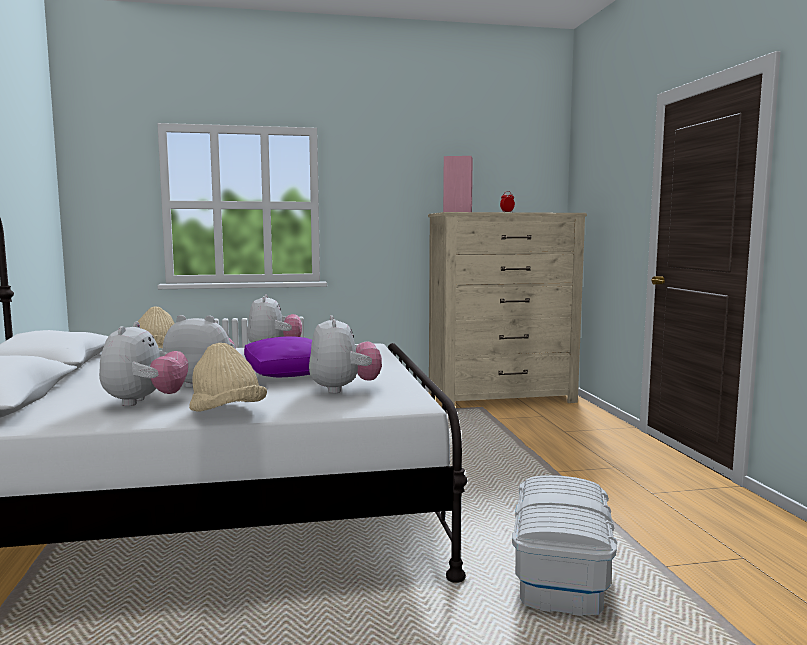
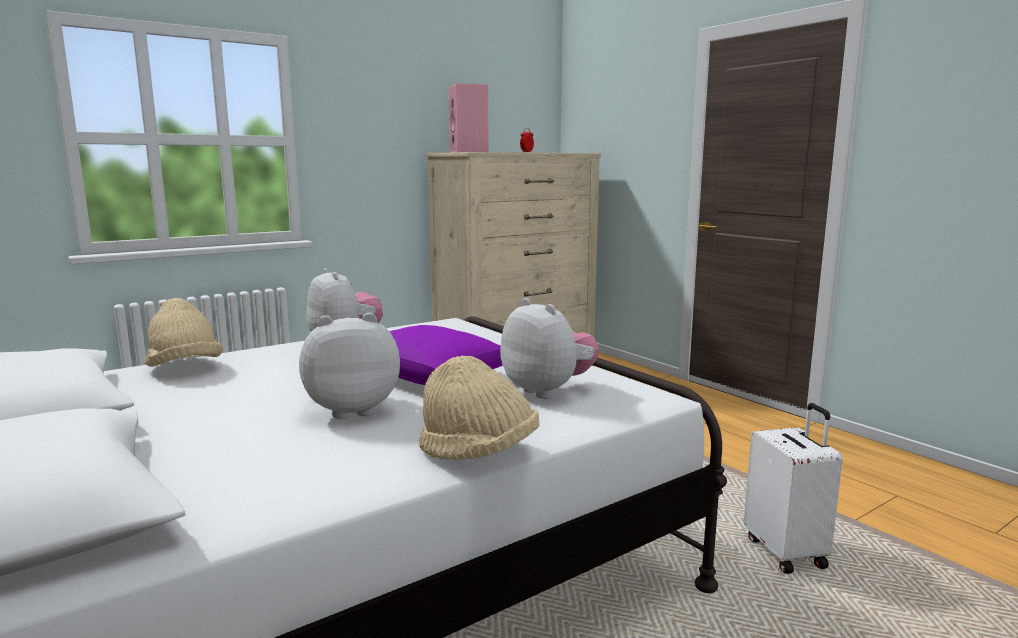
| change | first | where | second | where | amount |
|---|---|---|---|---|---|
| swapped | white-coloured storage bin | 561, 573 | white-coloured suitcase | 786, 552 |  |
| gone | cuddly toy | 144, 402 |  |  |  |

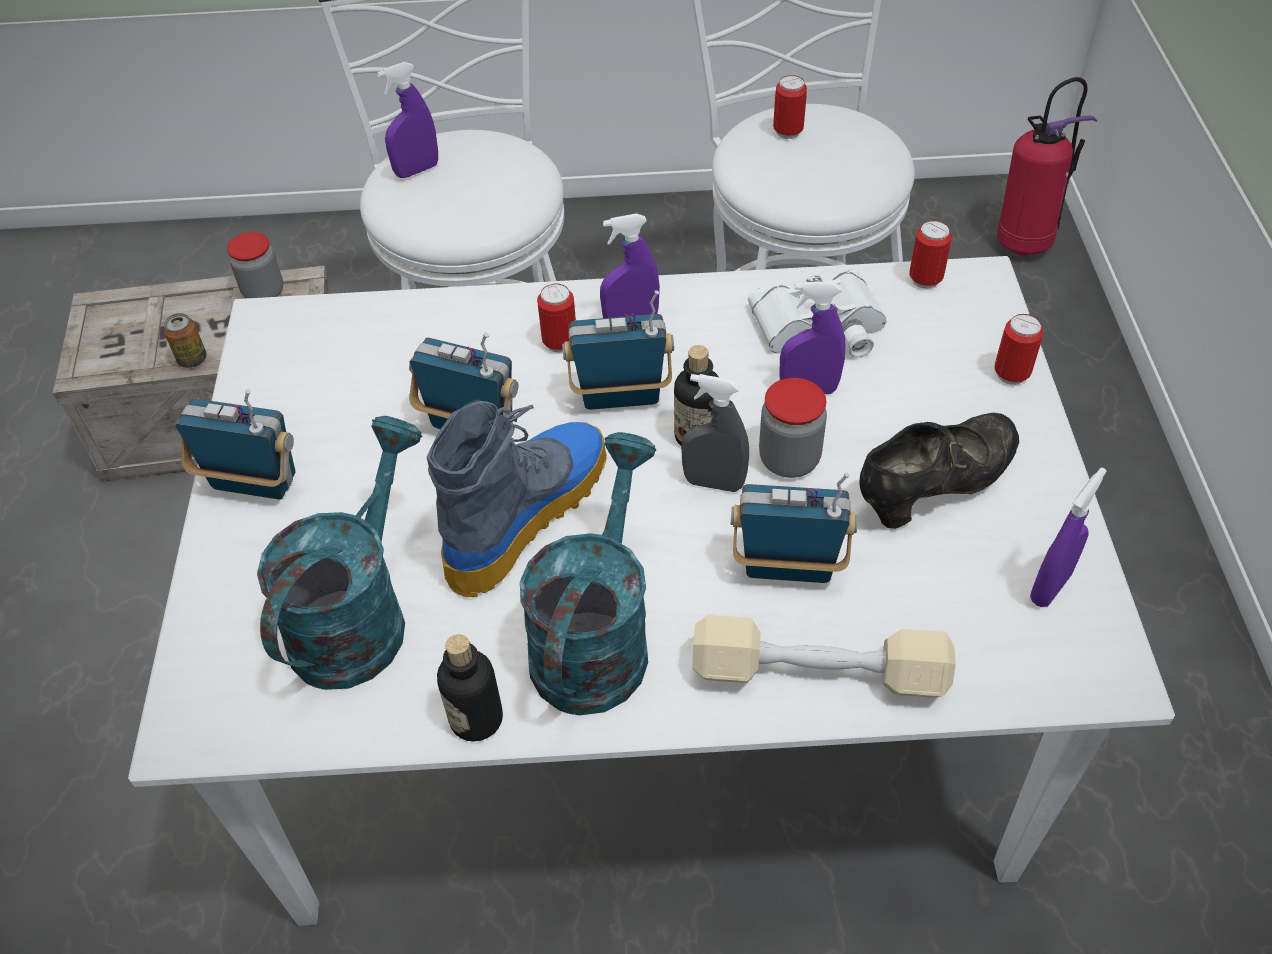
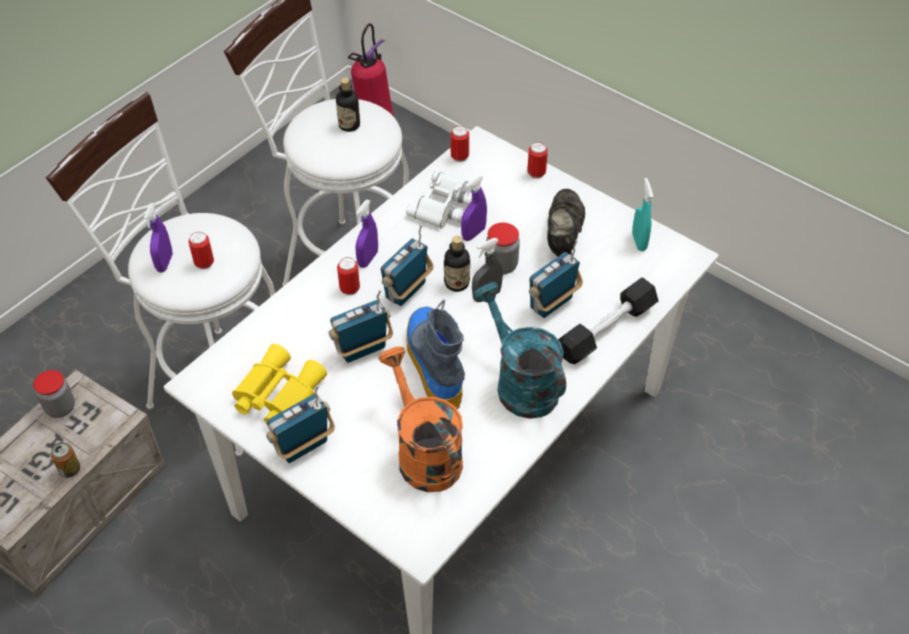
| change | first | where | second | where | amount |
|---|---|---|---|---|---|
| shifted | can | 788, 132 |  | 204, 263 |  |
| new |  |  | yellow-coloured field glasses | 276, 394 |  |
| shifted | drink bottle | 476, 719 |  | 349, 125 |  |
| repainted | turquoise sprinkling can | 358, 614 | orange-coloured sprinkling can | 423, 452 |  |
| repainted | sand-coloured dumbbell | 819, 673 | black dumbbell | 606, 330 |  |
| repainted | purplish hand sprayer | 1050, 587 | turquoise hand sprayer | 639, 241 |  |

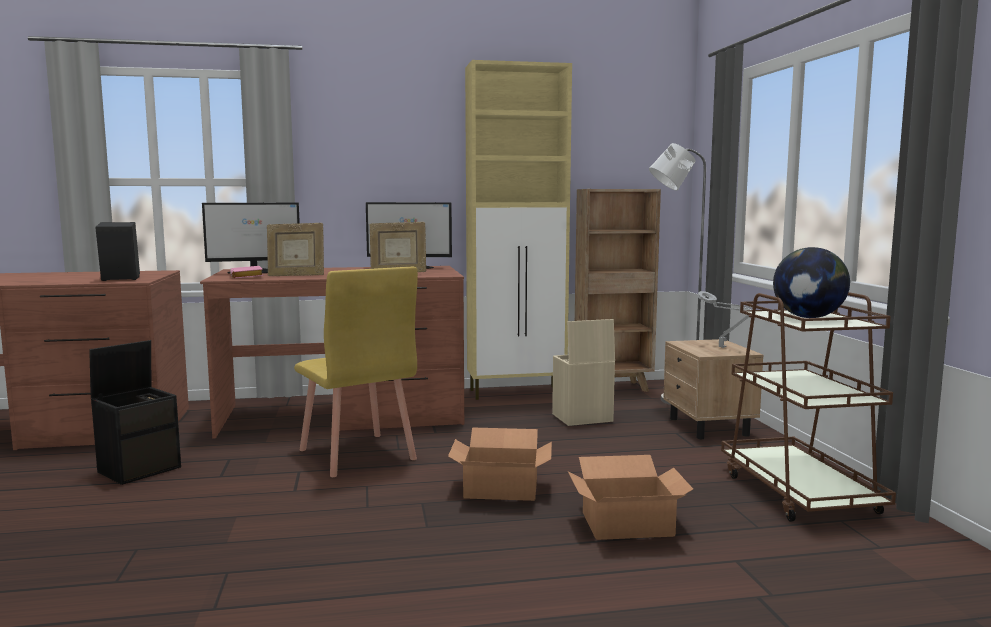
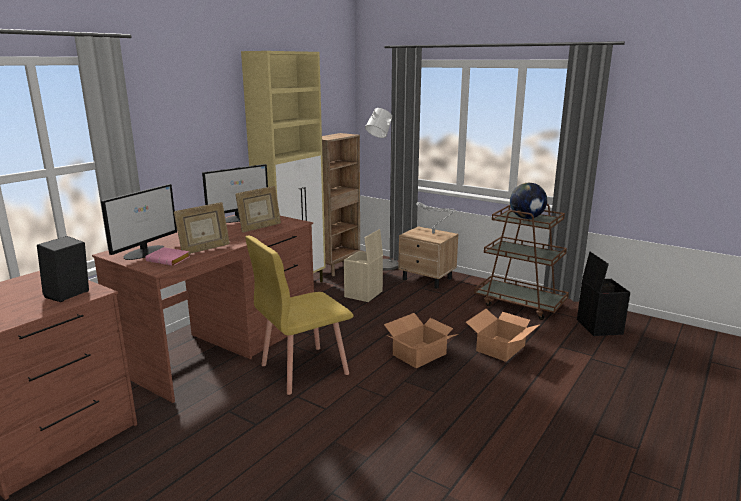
| change | first | where | second | where | amount |
|---|---|---|---|---|---|
| rotated | yellow-coloured plain chair | 356, 455 |  | 303, 369 | 135 degrees clockwise |
| shifted | black storage bin | 140, 469 |  | 598, 326 |  |

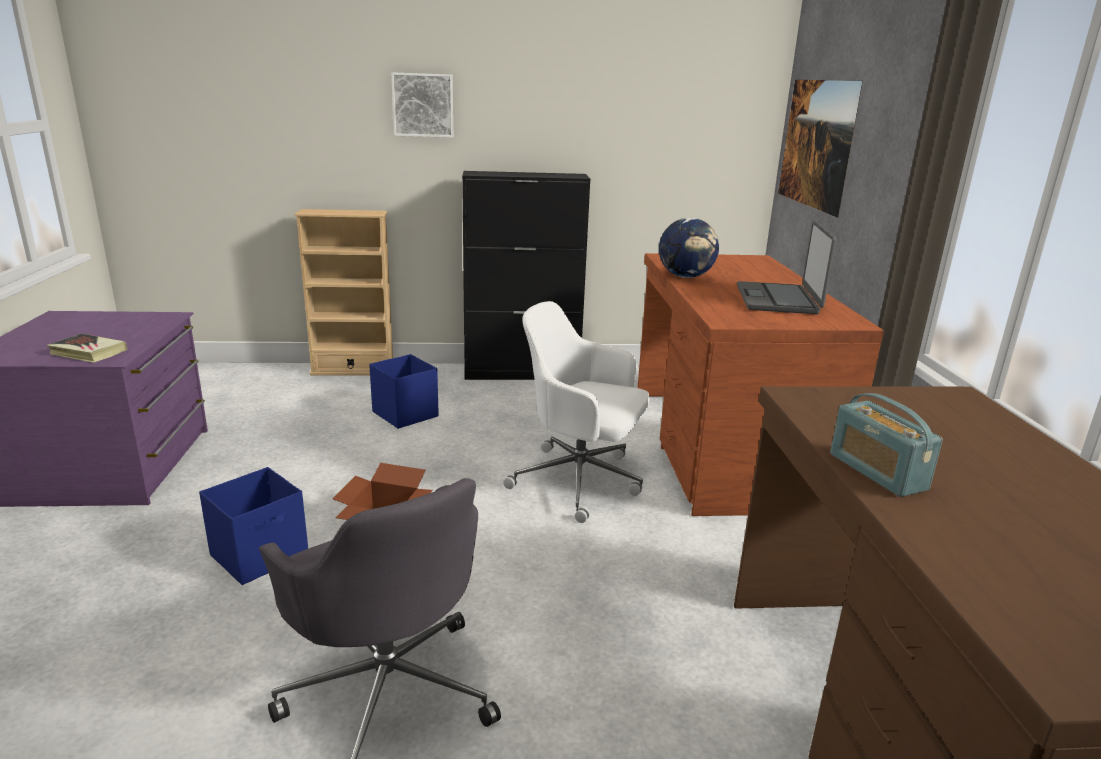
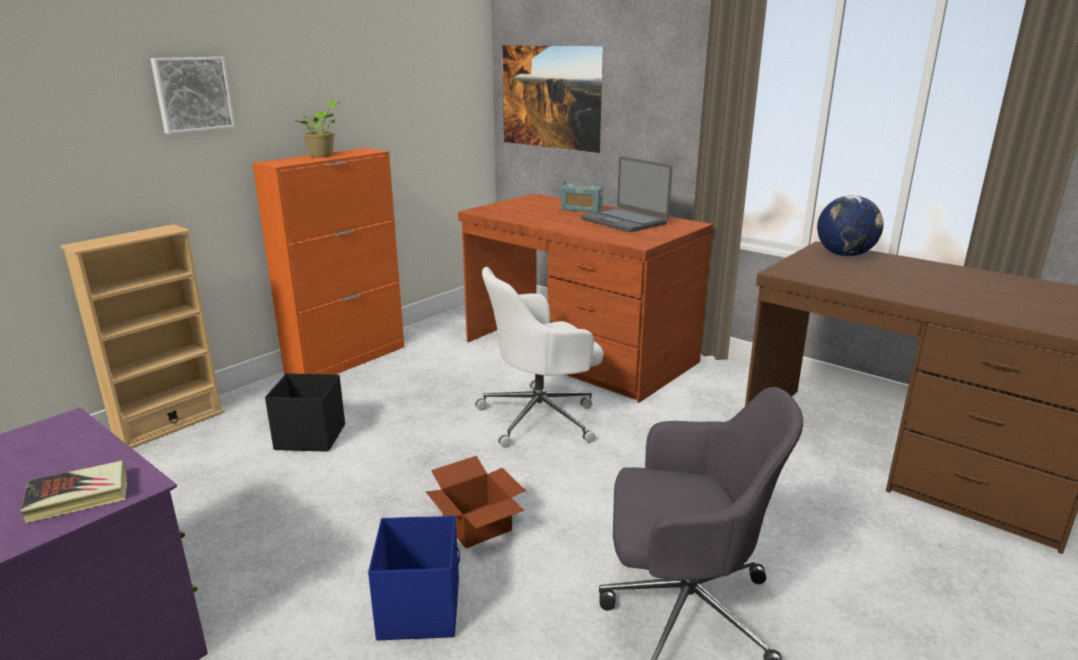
| change | first | where | second | where | amount |
|---|---|---|---|---|---|
| repainted | black storage cabinet | 522, 373 | orange-coloured storage cabinet | 347, 360 |  |
| repainted | blue-coloured storage bin | 405, 414 | black storage bin | 309, 437 |  |
| new |  |  | potted plant | 323, 155 |  |
| shifted | radio receiver | 877, 471 |  | 581, 209 |  |
| shifted | desk globe | 686, 277 |  | 845, 255 |  |

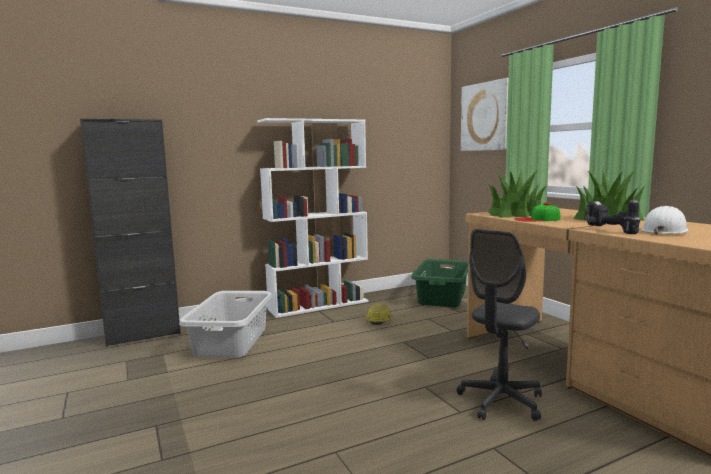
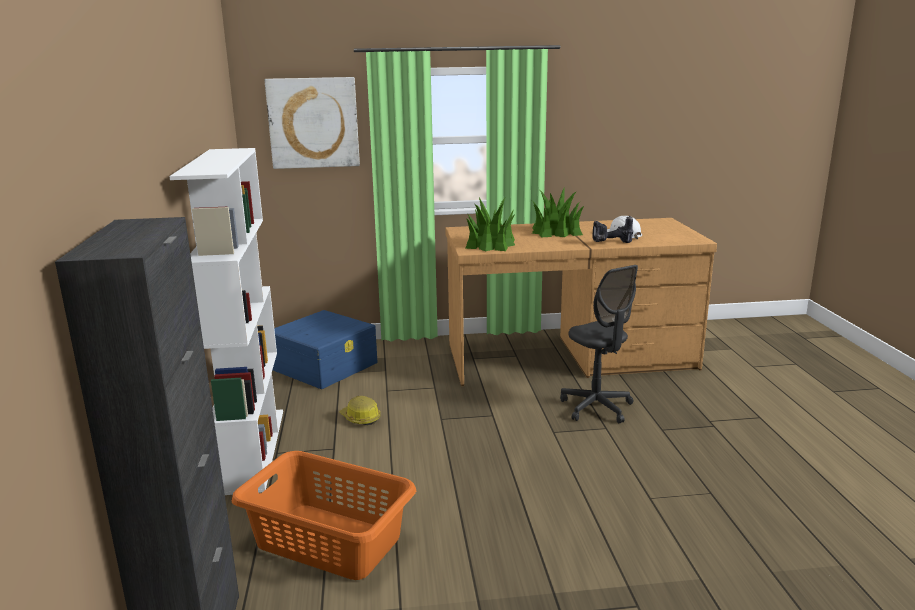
| change | first | where | second | where | amount |
|---|---|---|---|---|---|
| repainted | gray hamper | 232, 341 | orange-coloured hamper | 328, 540 |  |
| swapped | green-coloured hamper | 443, 297 | blue-coloured storage bin | 325, 365 |  |
| gone | baseball cap | 537, 219 |  |  |  |

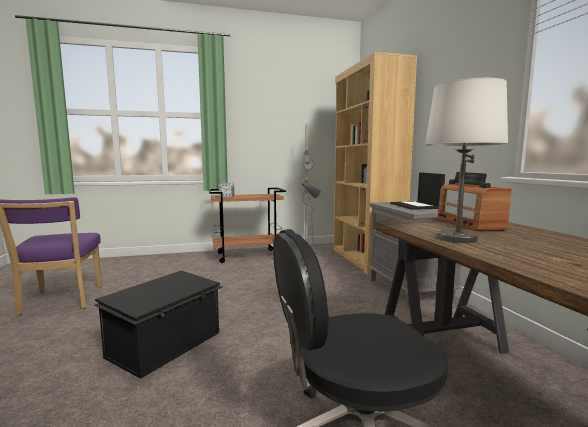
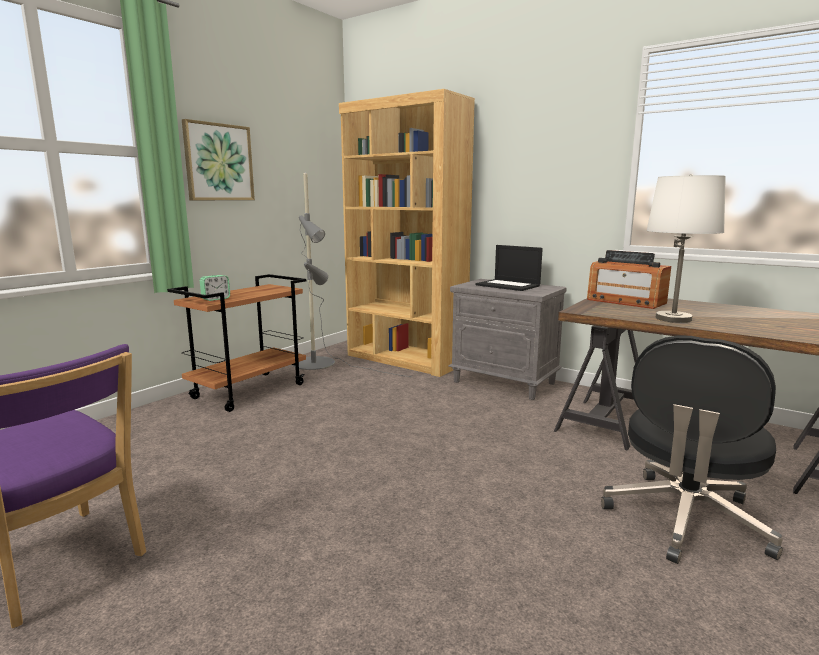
| change | first | where | second | where | amount |
|---|---|---|---|---|---|
| new |  |  | wall art | 218, 162 |  |
| gone | black storage bin | 166, 344 |  |  |  |

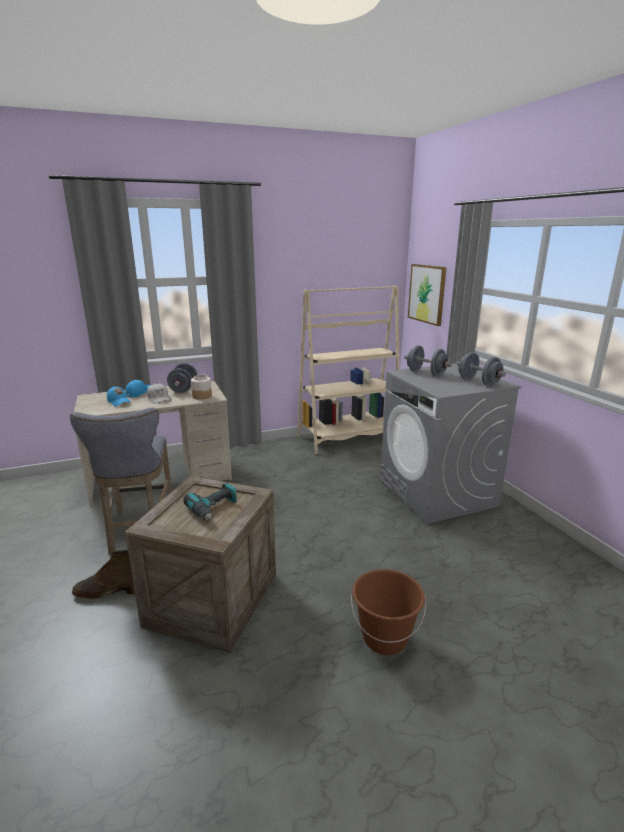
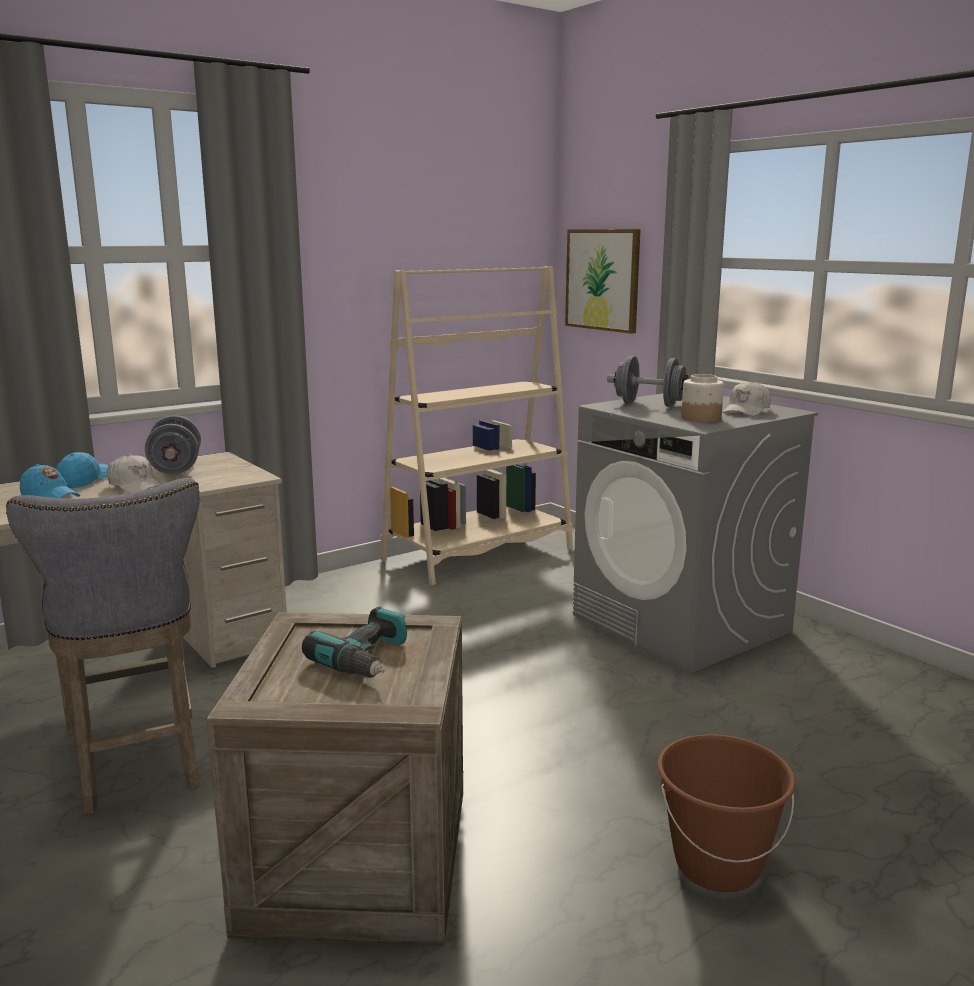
| change | first | where | second | where | amount |
|---|---|---|---|---|---|
| shifted | preserve jar | 201, 396 |  | 700, 418 |  |
| swapped | gray dumbbell | 478, 382 | white-coloured baseball cap | 747, 411 |  |
| gone | brownish high-top boot | 110, 591 |  |  |  |

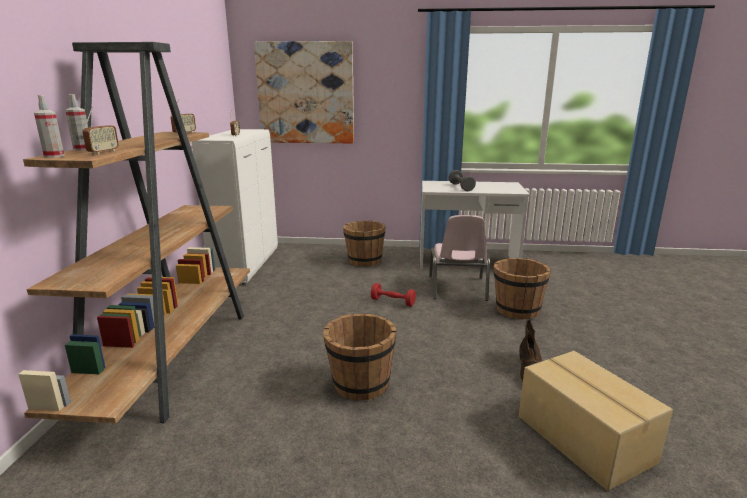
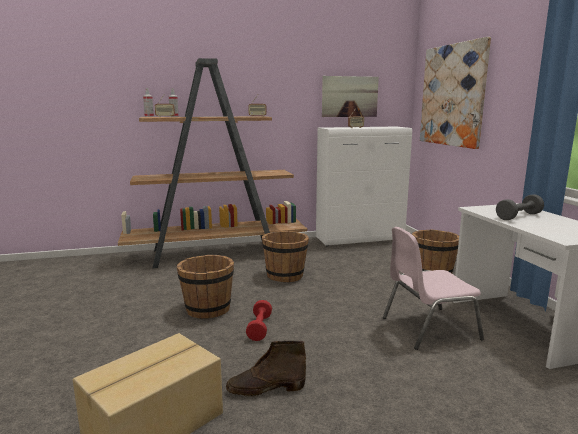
| change | first | where | second | where | amount |
|---|---|---|---|---|---|
| shifted | red dumbbell | 393, 302 |  | 259, 328 |  |
| shifted | brownish pail | 517, 310 |  | 285, 275 |  |
| new |  |  | wall art | 349, 96 |  |

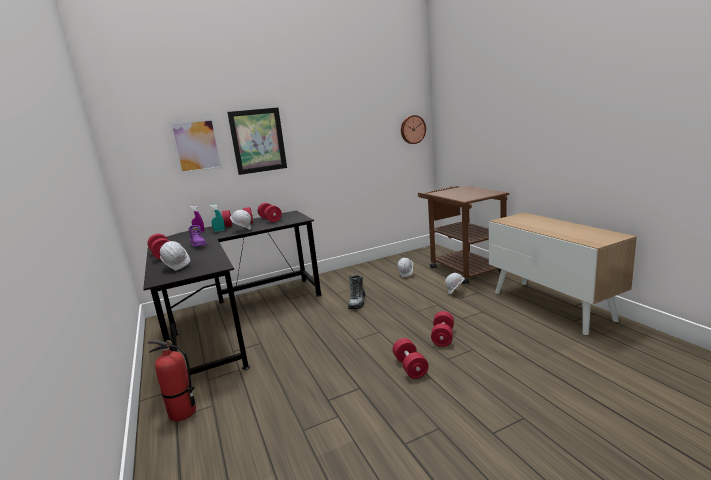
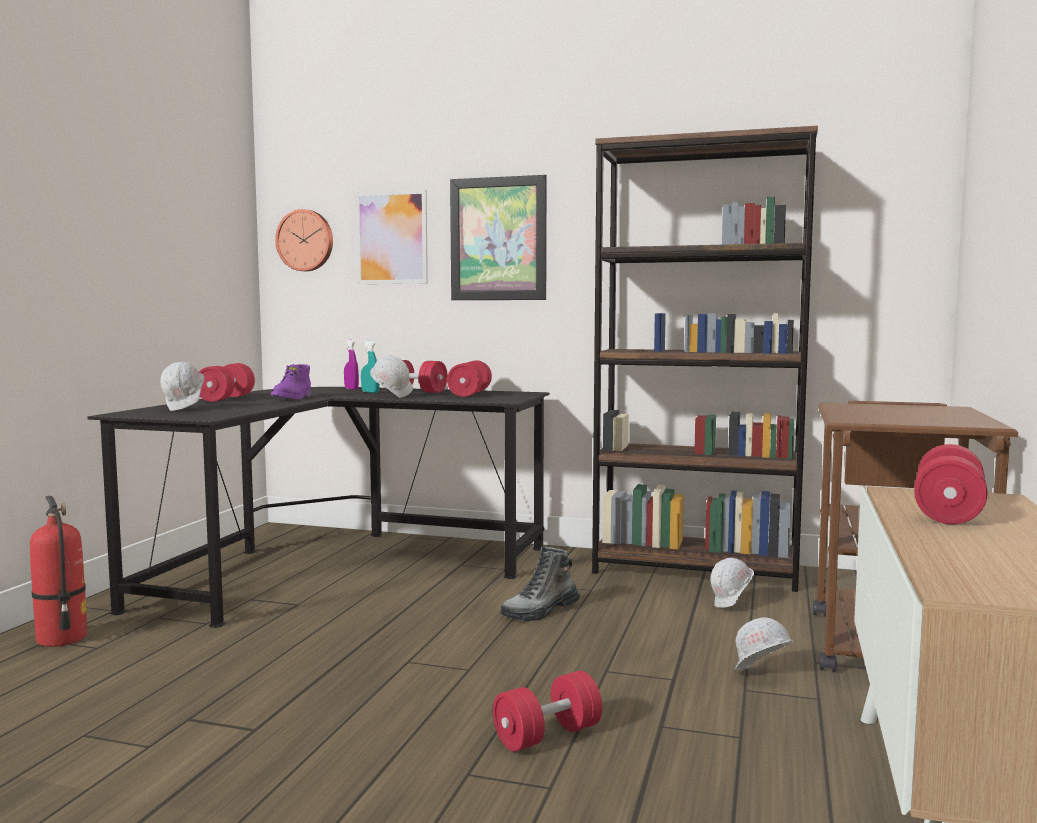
| change | first | where | second | where | amount |
|---|---|---|---|---|---|
| shifted | wall clock | 412, 129 |  | 306, 240 |  |
| new |  |  | brownish shelving unit | 696, 570 |  |
| shifted | red dumbbell | 410, 367 |  | 948, 512 |  |

